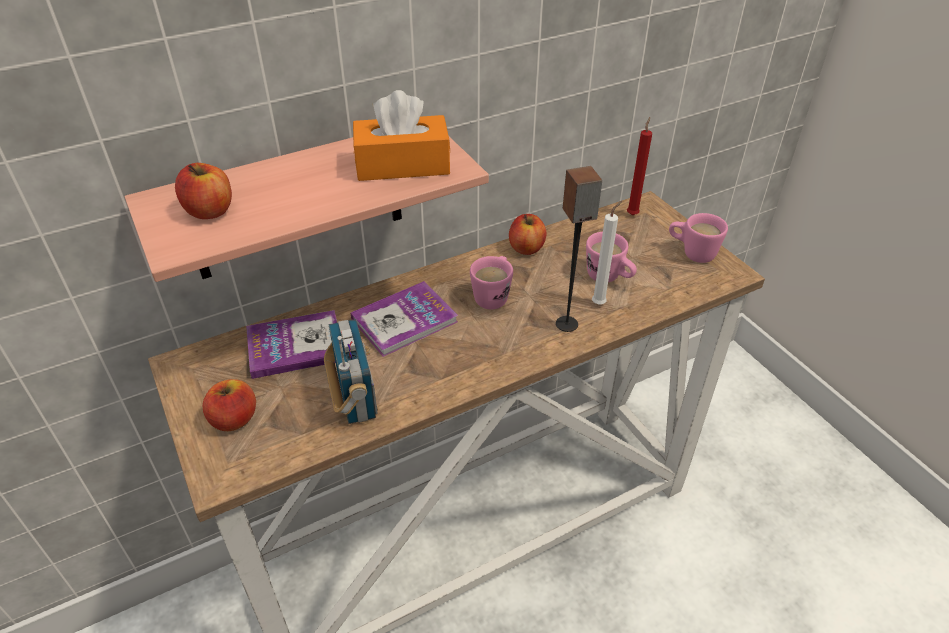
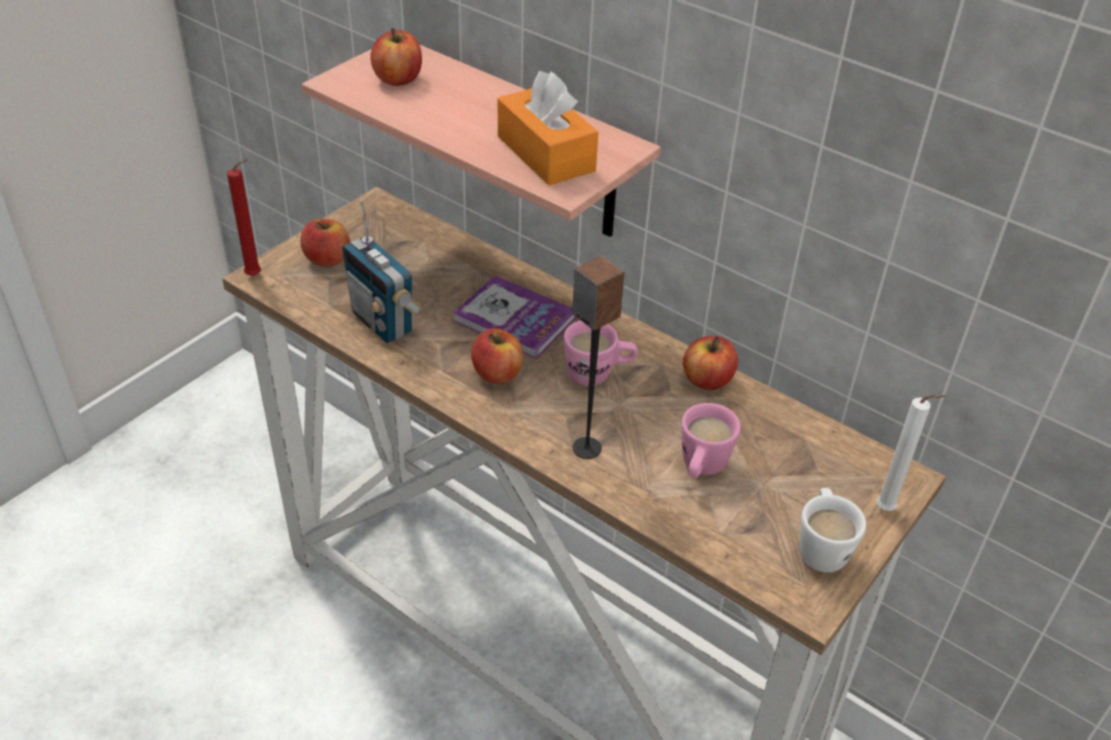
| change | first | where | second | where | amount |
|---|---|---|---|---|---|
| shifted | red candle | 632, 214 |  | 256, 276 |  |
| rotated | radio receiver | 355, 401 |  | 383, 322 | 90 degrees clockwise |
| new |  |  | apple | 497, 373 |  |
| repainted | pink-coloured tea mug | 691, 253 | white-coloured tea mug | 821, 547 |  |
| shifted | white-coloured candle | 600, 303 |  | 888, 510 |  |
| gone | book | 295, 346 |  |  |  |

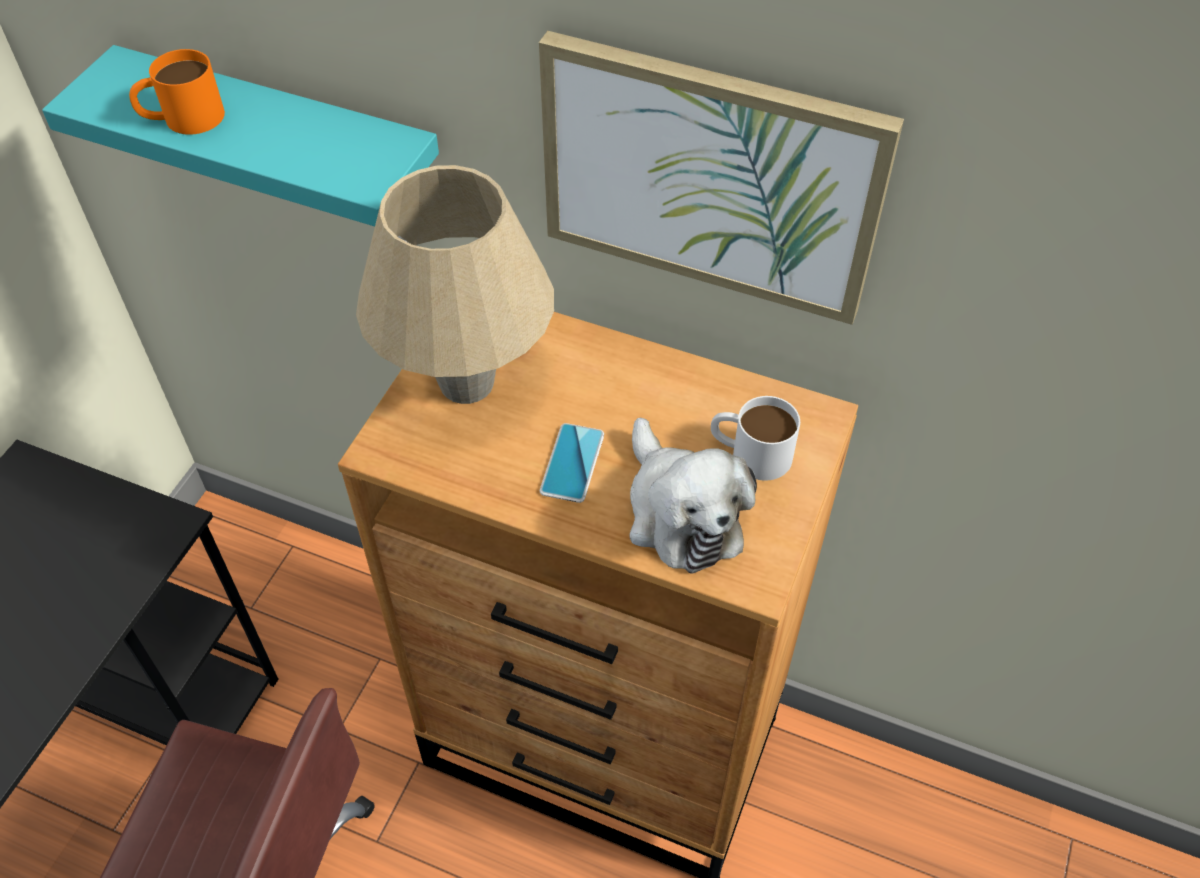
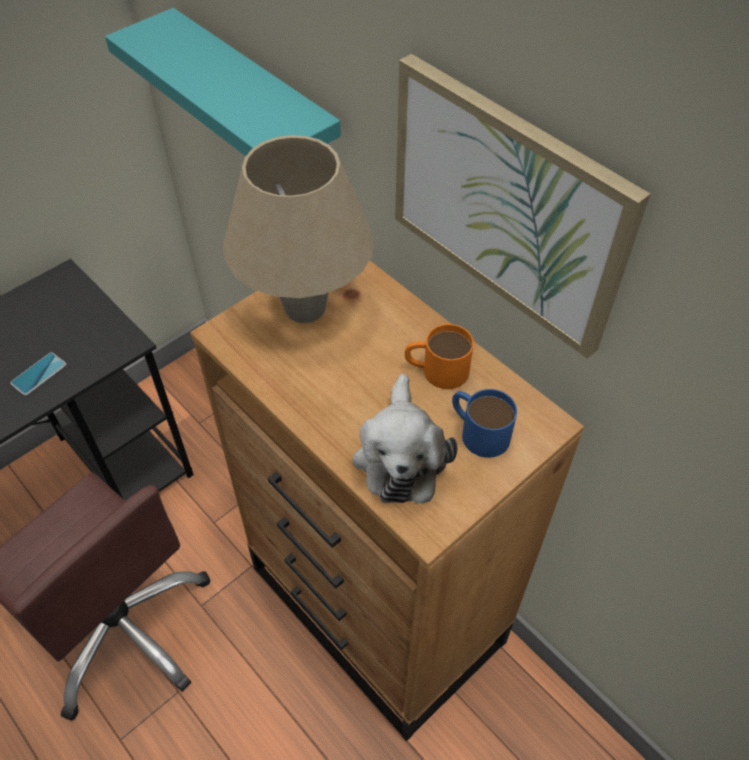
| change | first | where | second | where | amount |
|---|---|---|---|---|---|
| shifted | phone | 572, 463 |  | 39, 374 |  |
| shifted | orange-coloured tea mug | 182, 118 |  | 436, 370 |  |
| repainted | white-coloured tea mug | 750, 452 | blue-coloured tea mug | 478, 430 |  |

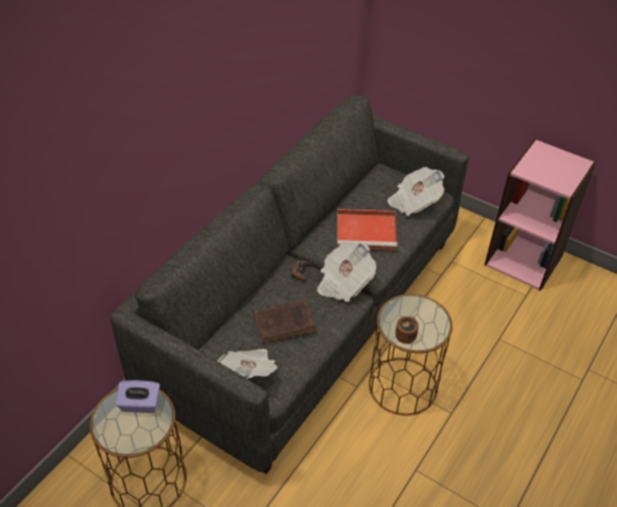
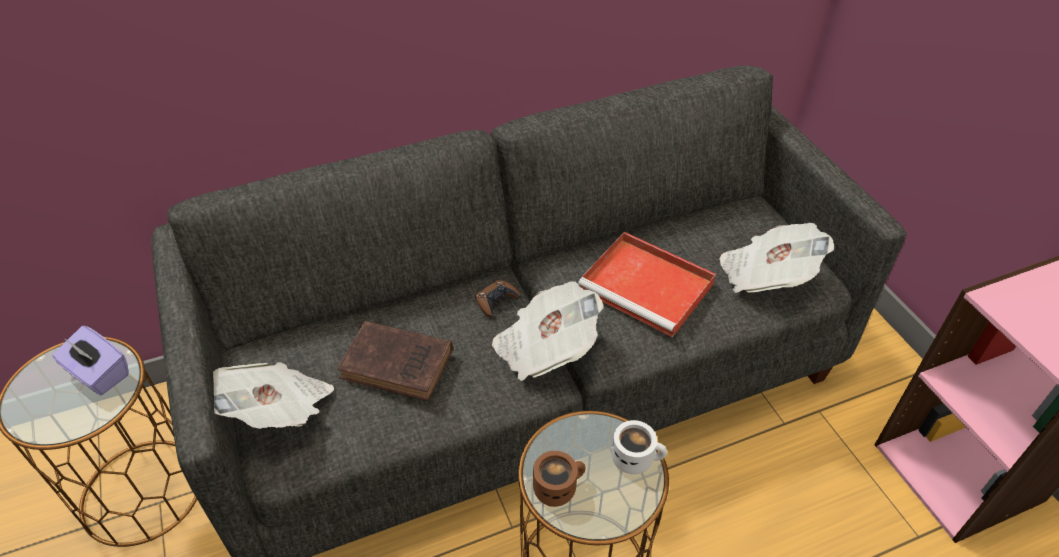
| change | first | where | second | where | amount |
|---|---|---|---|---|---|
| new |  |  | white-coloured tea mug | 636, 458 |  |

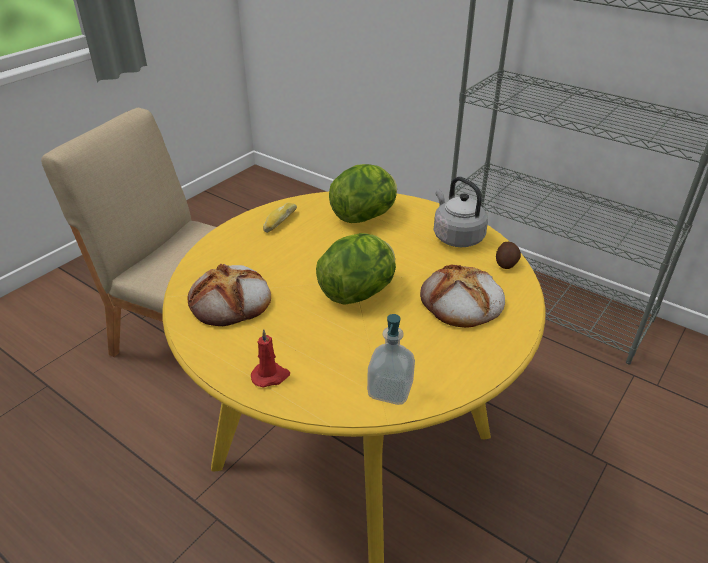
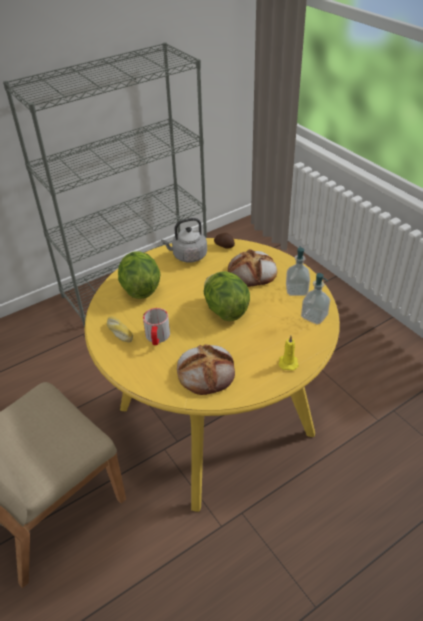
| change | first | where | second | where | amount |
|---|---|---|---|---|---|
| new |  |  | tea mug | 157, 337 |  |
| repainted | red candle | 270, 376 | yellow-coloured candle | 288, 362 |  |
| new |  |  | liquid soap bottle | 296, 290 |  |

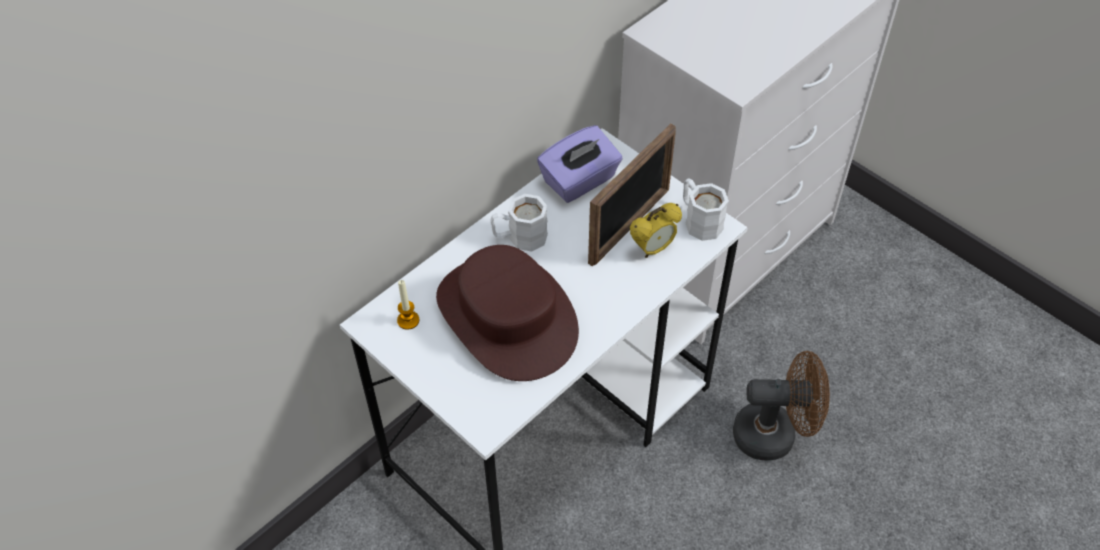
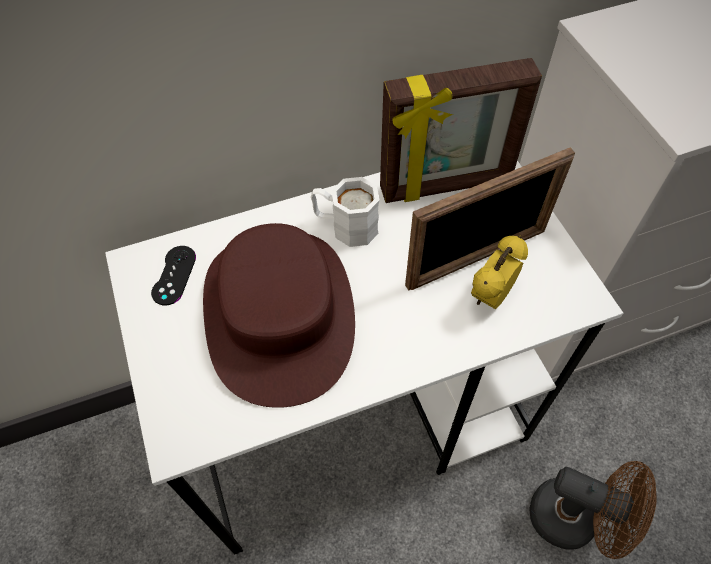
| change | first | where | second | where | amount |
|---|---|---|---|---|---|
| swapped | candle | 408, 320 | black gamepad | 174, 275 |  |
| swapped | purplish tissue box | 580, 181 | standing frame | 446, 186 |  |
| rotated | alarm clock | 653, 249 |  | 490, 296 | 135 degrees clockwise |
| gone | white-coloured tea mug | 699, 220 |  |  |  |

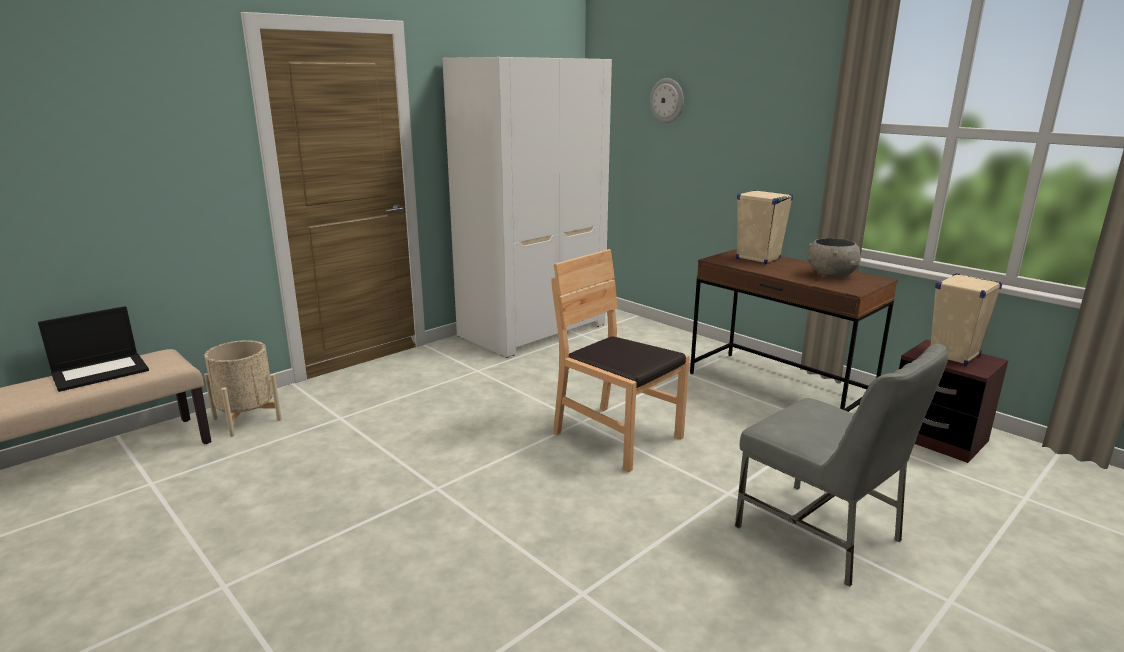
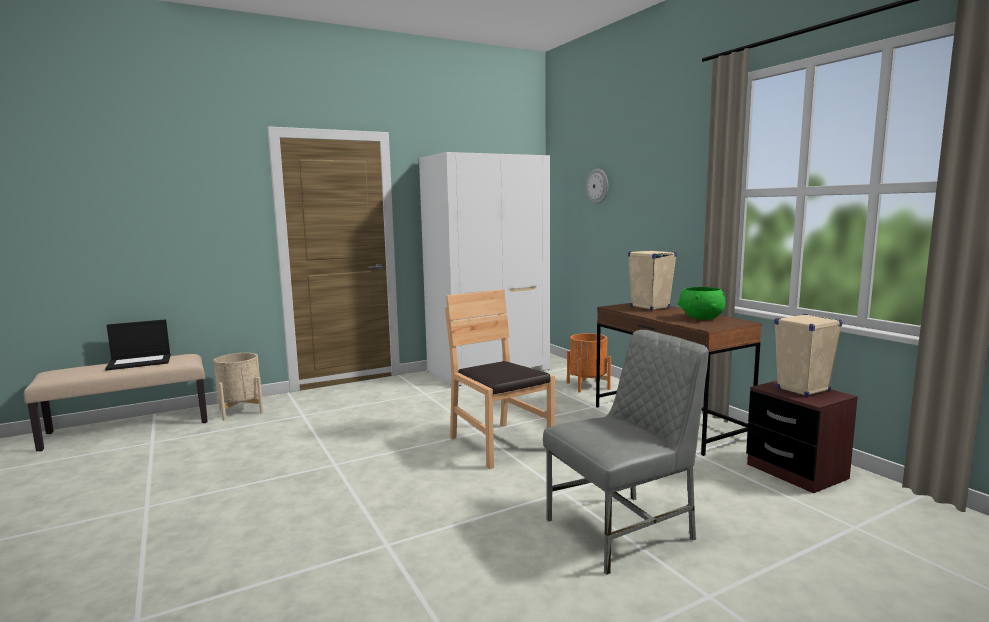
| change | first | where | second | where | amount |
|---|---|---|---|---|---|
| rotated | gray plain chair | 820, 533 |  | 623, 530 | 90 degrees counterclockwise |
| new |  |  | orange-coloured planter | 588, 386 |  |
| repainted | gray deep dish | 831, 275 | green-coloured deep dish | 701, 318 |  |

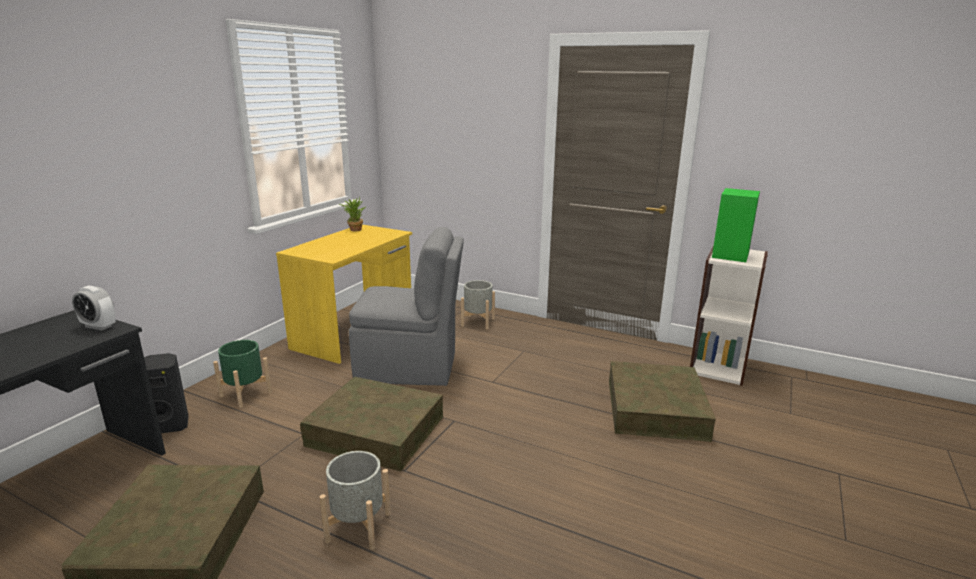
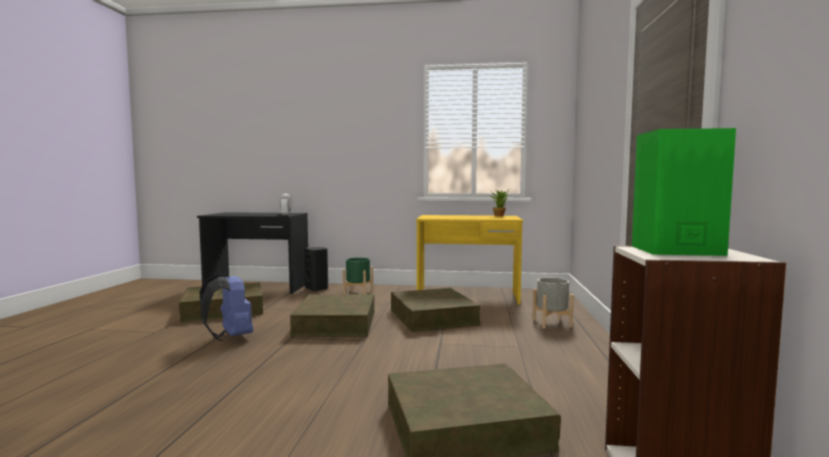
| change | first | where | second | where | amount |
|---|---|---|---|---|---|
| swapped | gray planter | 359, 527 | blue-coloured knapsack | 230, 337 |  |
| swapped | gray plain chair | 410, 368 | brownish storage bin | 432, 317 |  |

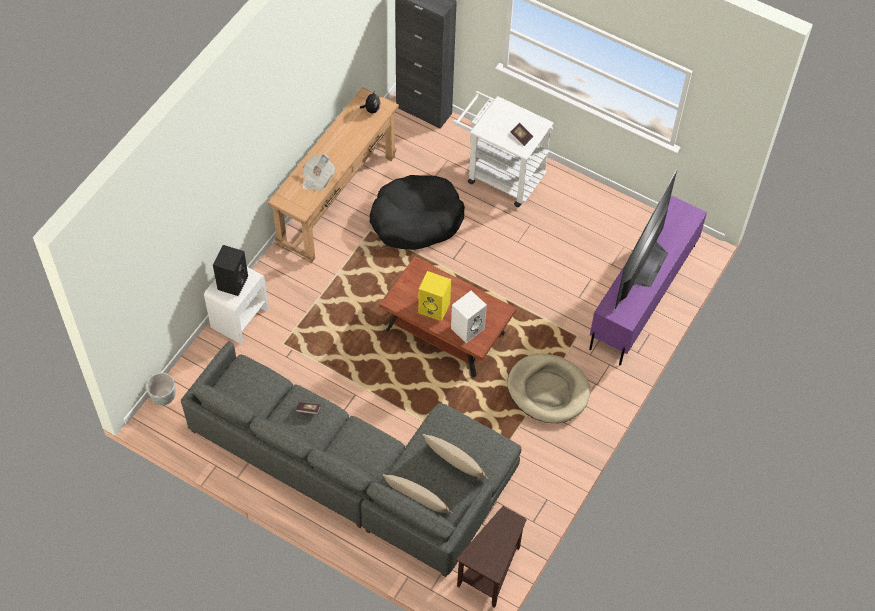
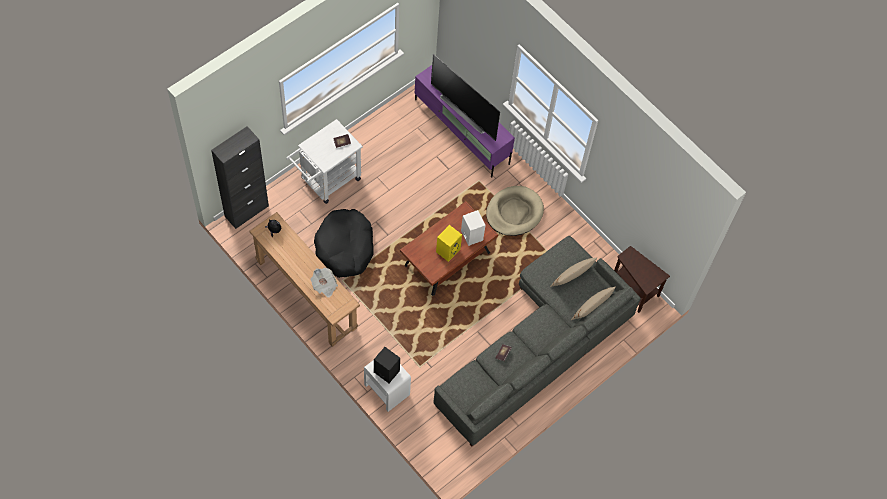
| change | first | where | second | where | amount |
|---|---|---|---|---|---|
| gone | gray planter | 163, 396 |  |  |  |

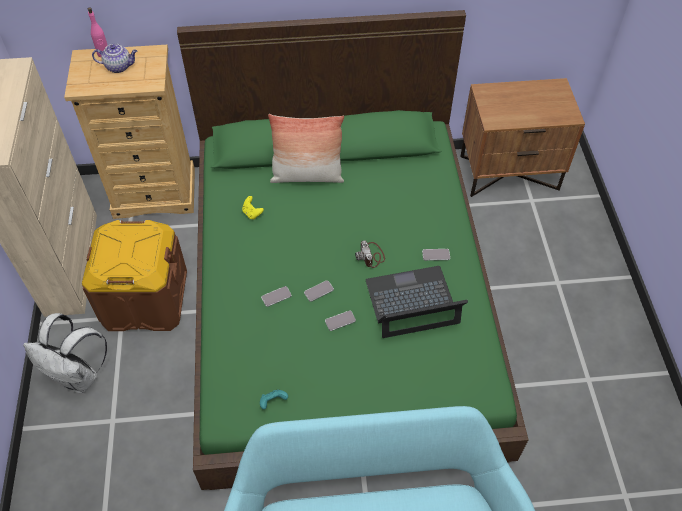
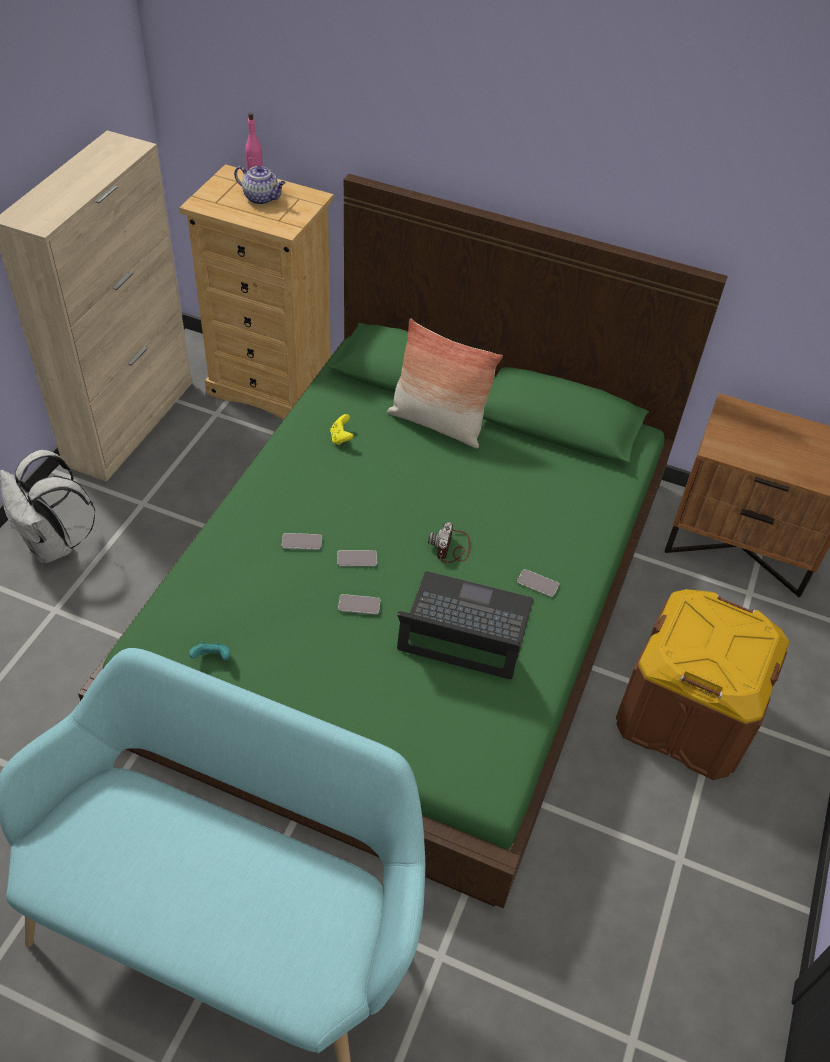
| change | first | where | second | where | amount |
|---|---|---|---|---|---|
| shifted | brownish storage bin | 145, 299 |  | 686, 715 |  |

